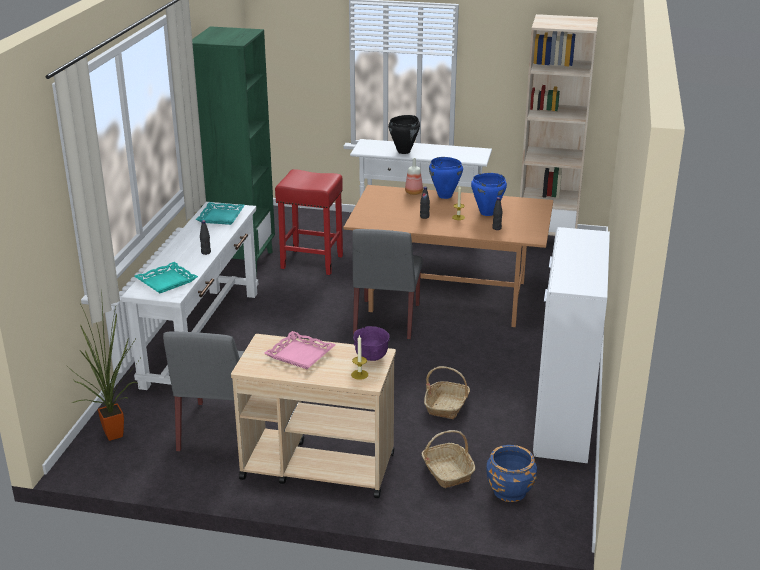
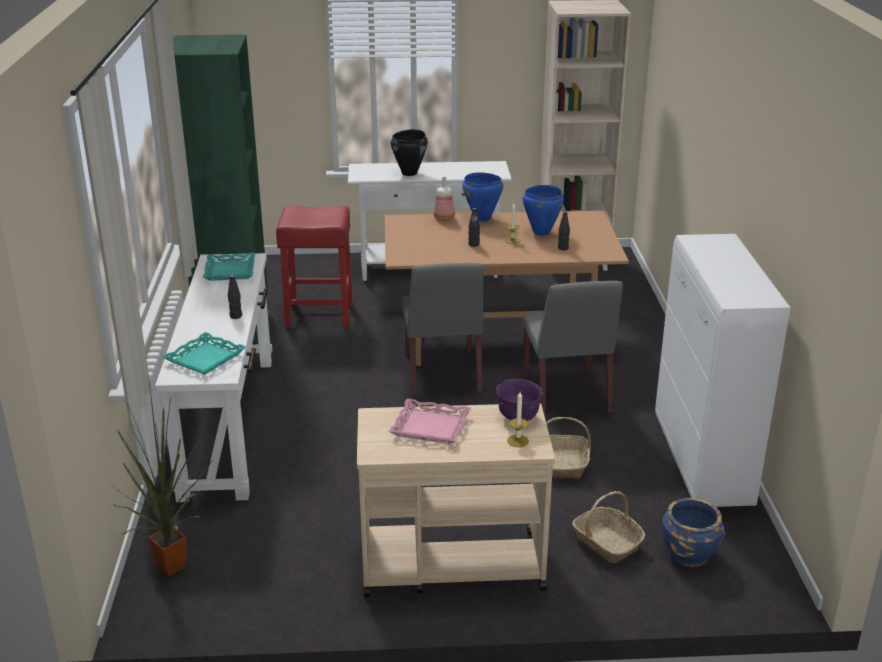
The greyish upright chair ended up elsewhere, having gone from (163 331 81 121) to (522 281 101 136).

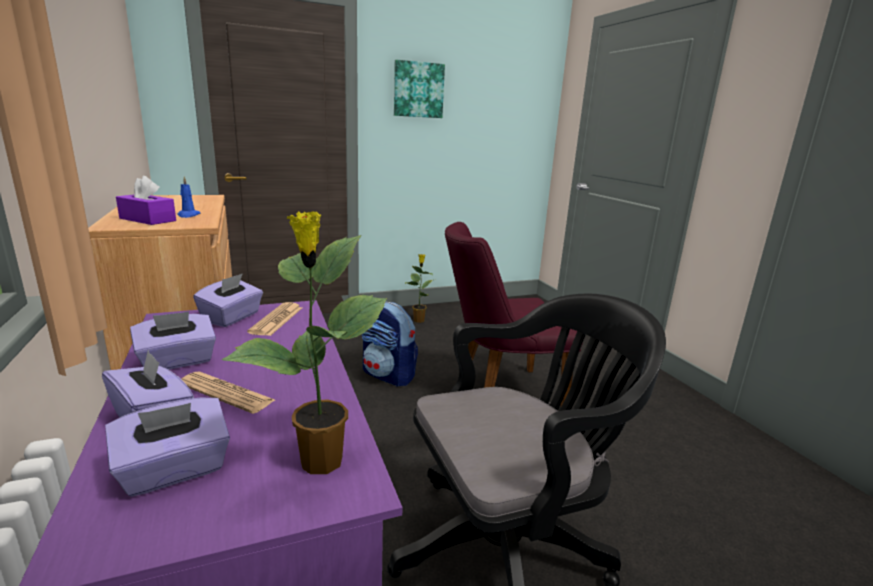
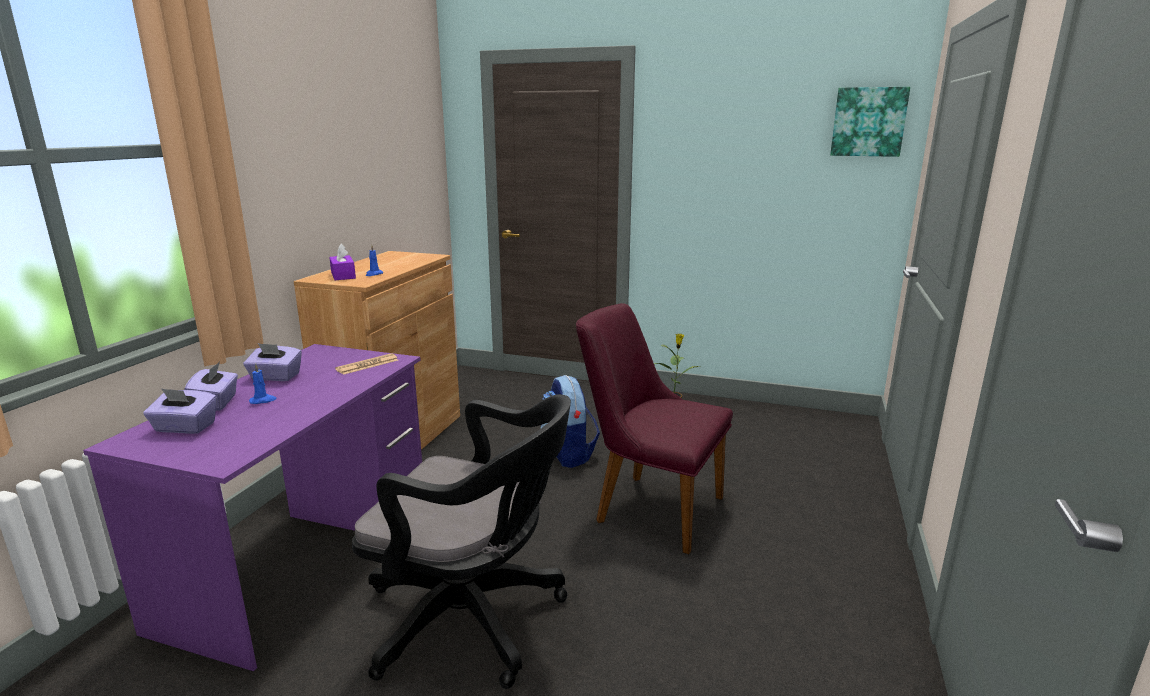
Where the newspaper stood at (181 372 94 42), the blue-coloured wax light came to stand at (249 363 28 41). The picture ended up elsewhere, having gone from (394 60 51 58) to (830 87 80 70). The second view lost the purplish tissue holder at (193 273 70 54). The second view lost the potted plant at (222 211 165 263).

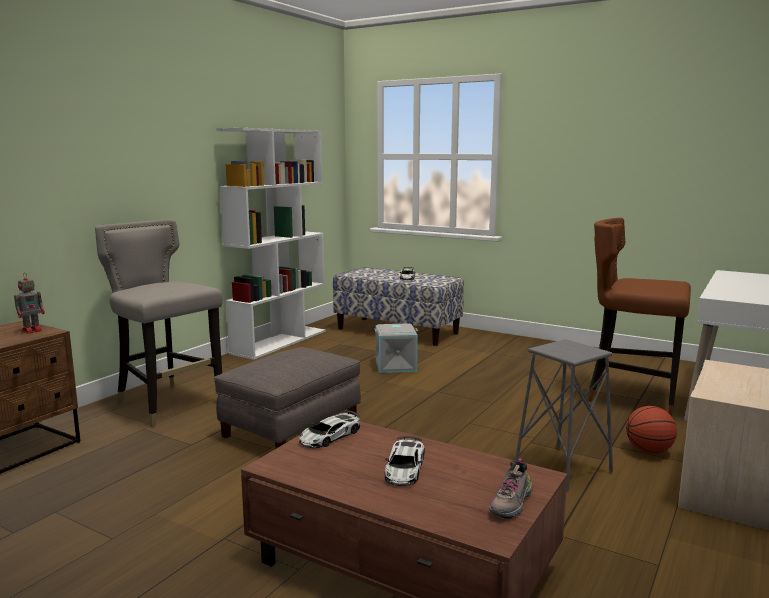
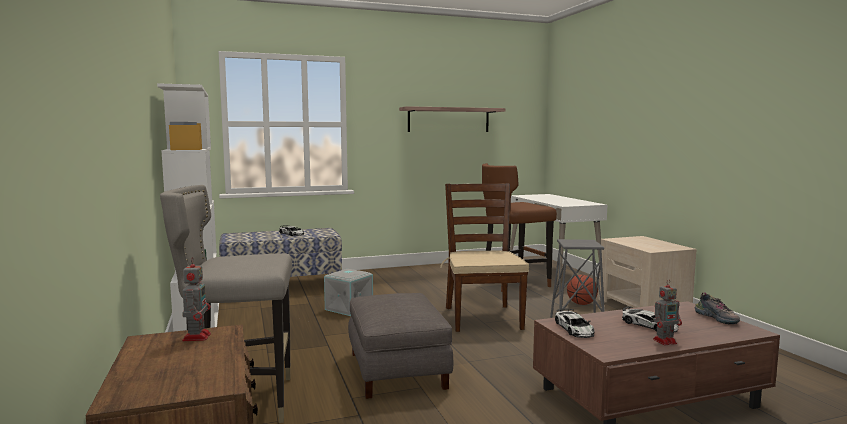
The second view gained the wall shelf at (399 106 107 26). The second view gained the brownish upright chair at (440 183 89 149). The second view gained the model robot at (653 279 29 66).

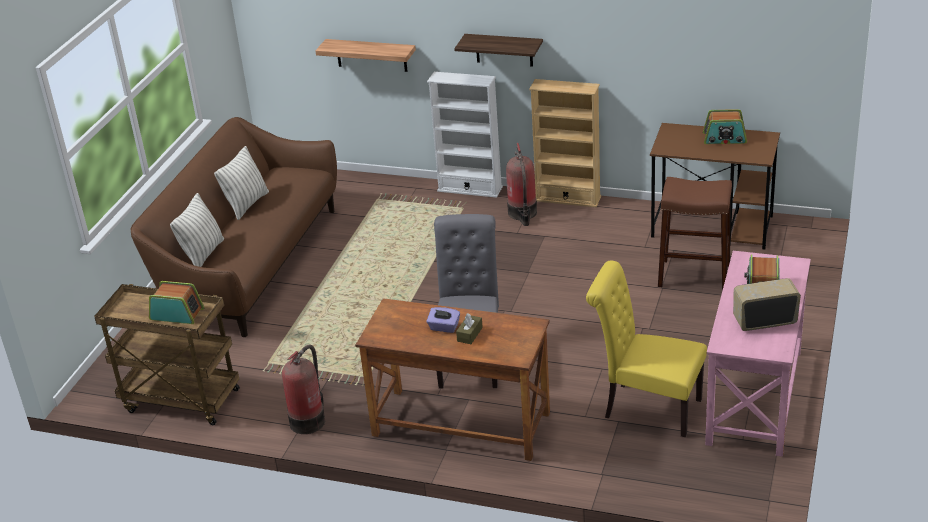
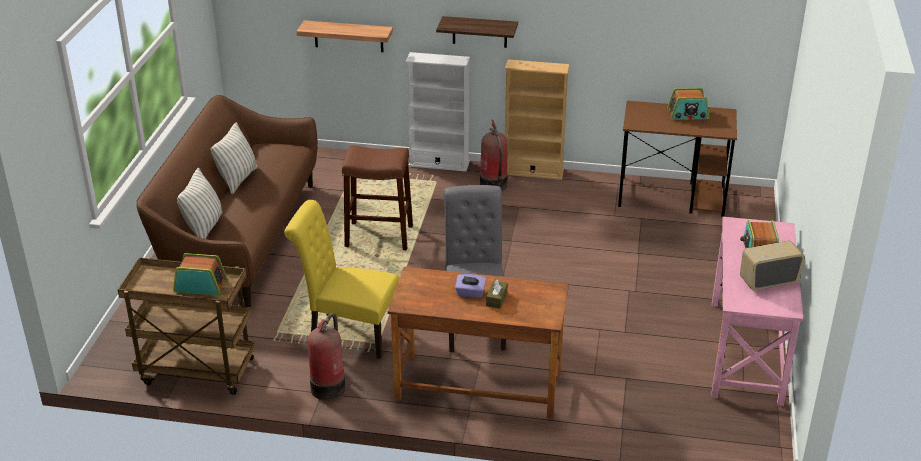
The yellow upright chair ended up elsewhere, having gone from (586 261 121 176) to (284 200 116 159). The brownish sitting stool ended up elsewhere, having gone from (658 177 74 114) to (342 145 71 105).

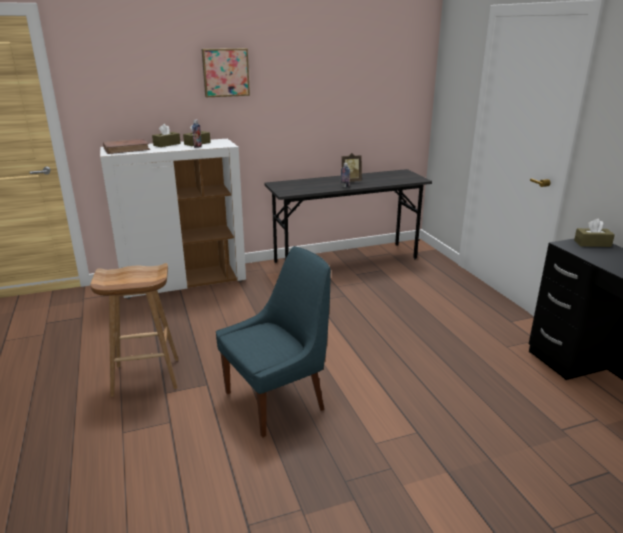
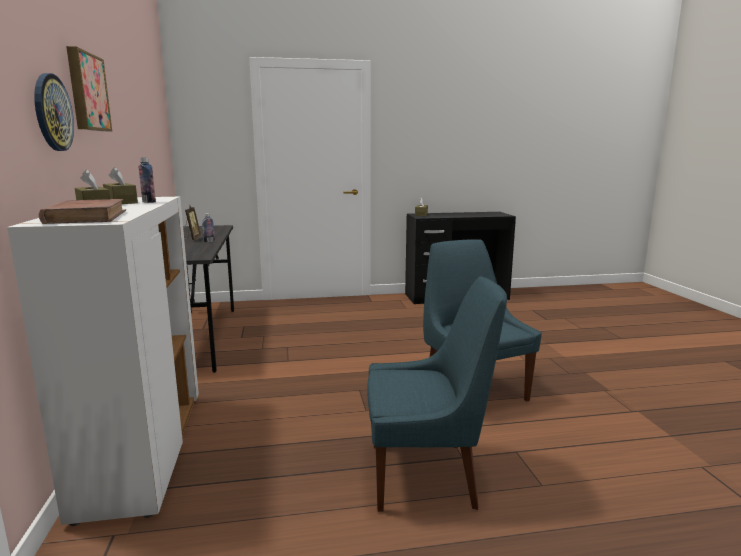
The second view gained the clock on the wall at (34 73 40 78). Where the brownish sitting stool stood at (90 263 89 134), the blue-coloured upright chair came to stand at (367 276 140 236).

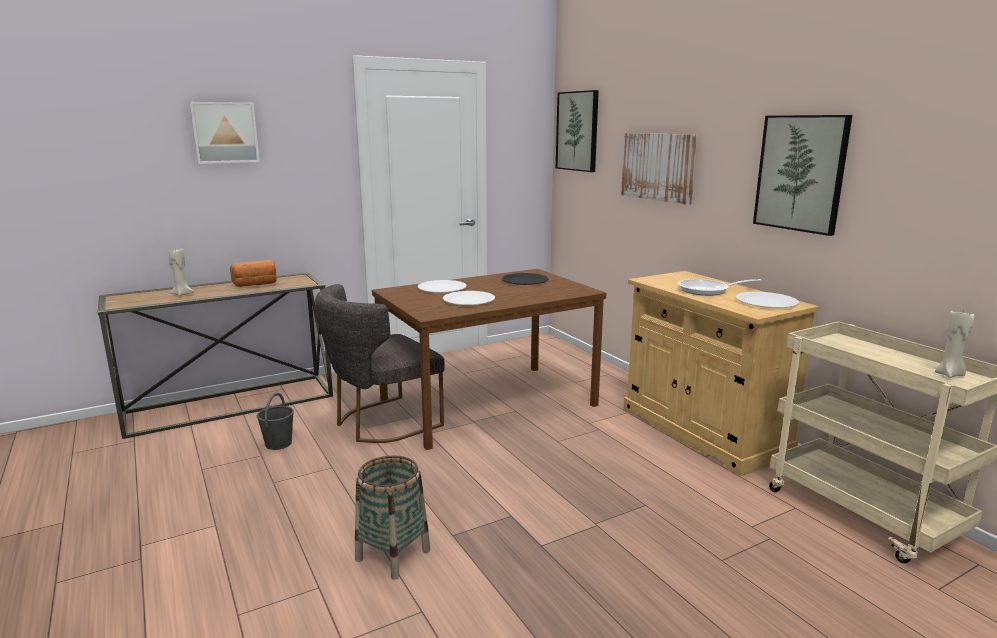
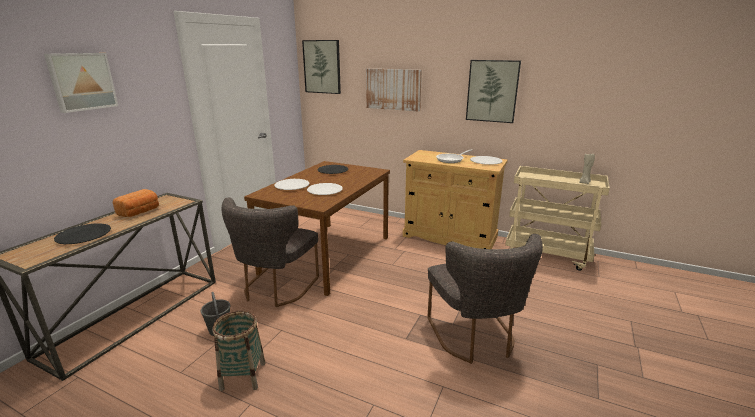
Where the beige wax light stood at (169 248 25 48), the black dinner plate came to stand at (54 223 57 21). The basket ended up elsewhere, having gone from (355 455 75 125) to (212 310 54 81). The second view gained the greyish upright chair at (427 234 116 130).

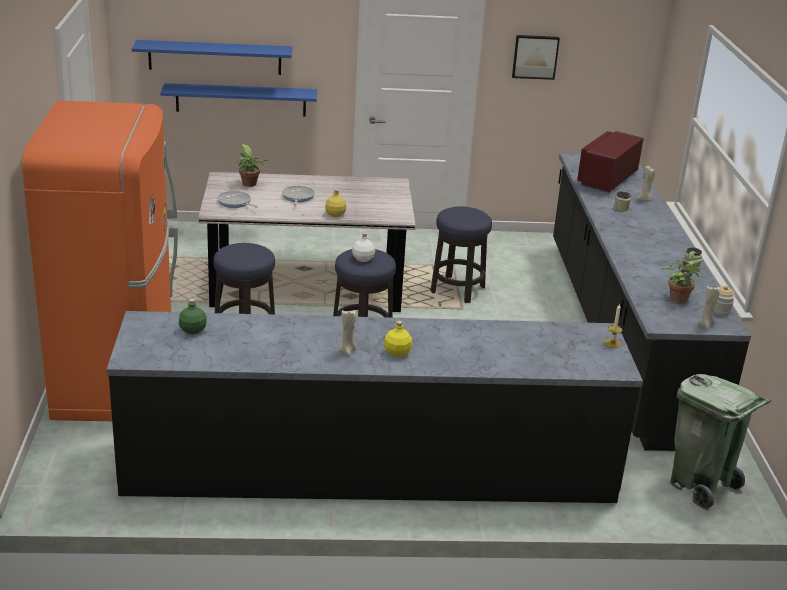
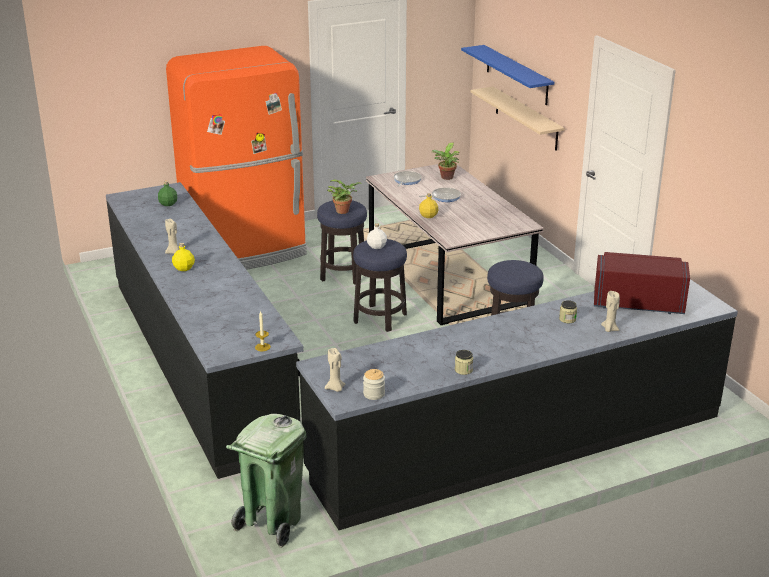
The potted plant ended up elsewhere, having gone from (661 251 42 52) to (327 179 35 35). What was the blue-coloured wall shelf at (160 83 157 34) turned into the beige wall shelf at (470 87 94 64). The second view lost the picture at (512 35 48 45).

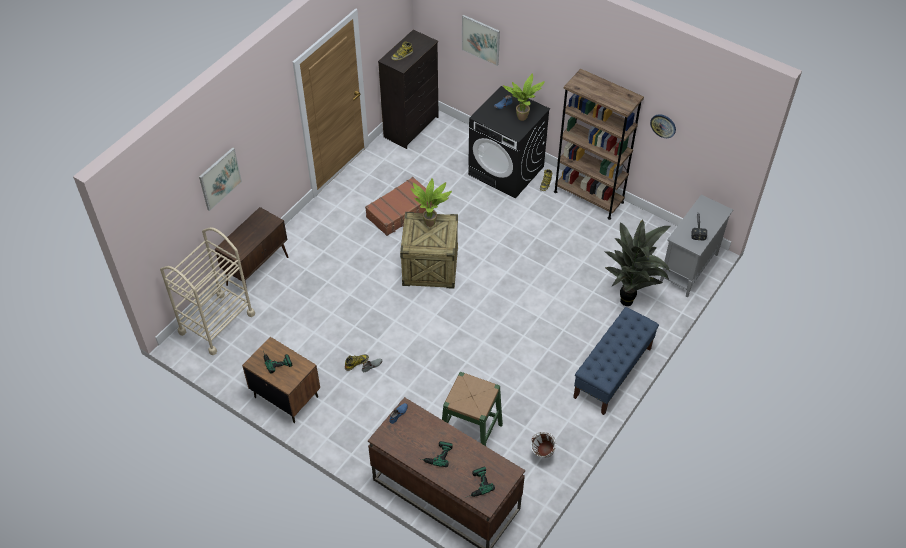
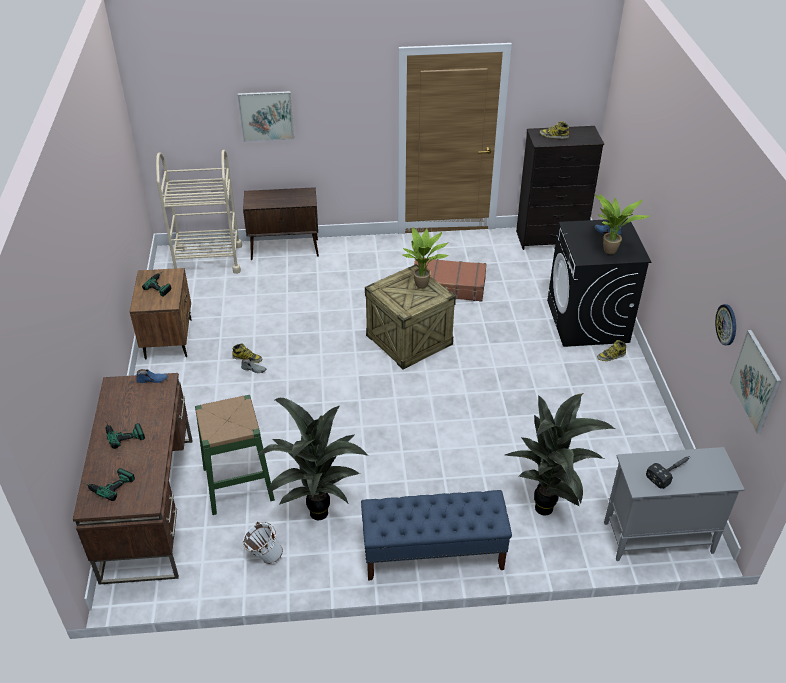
The second view gained the potted plant at (258 398 111 122). The picture ended up elsewhere, having gone from (462 15 38 51) to (729 330 52 104). The second view lost the brownish bookcase at (554 69 90 151).

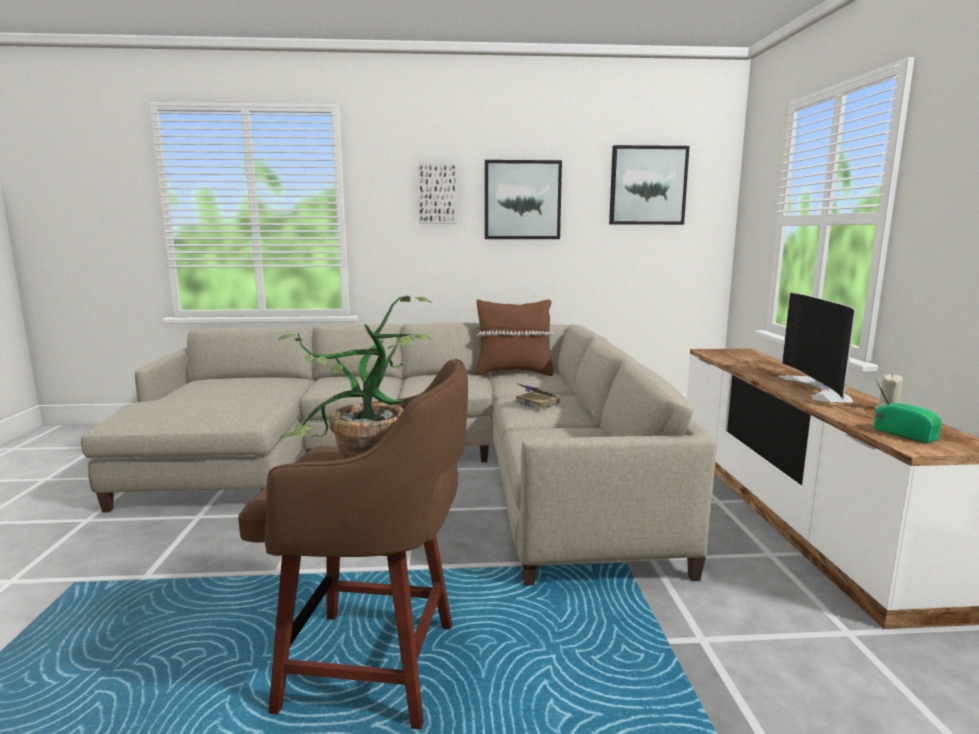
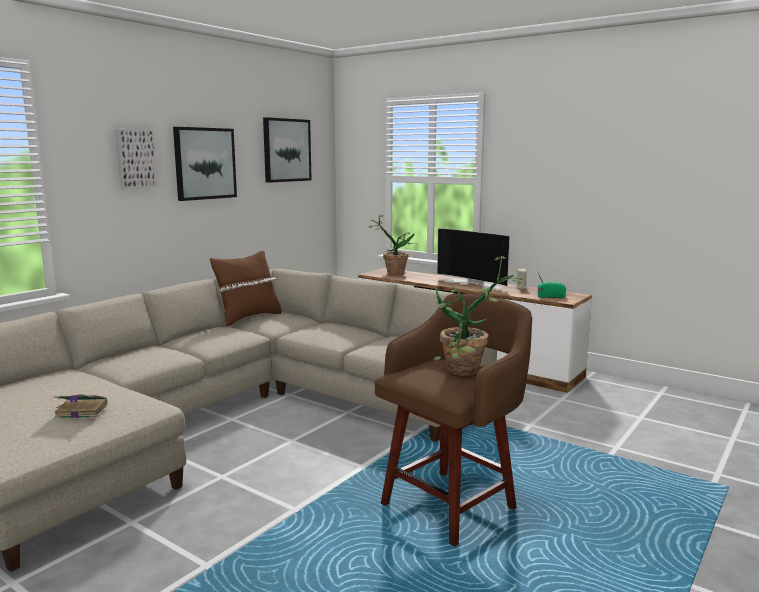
The book ended up elsewhere, having gone from (515 383 45 26) to (53 394 54 24). The second view gained the potted plant at (368 214 49 61).

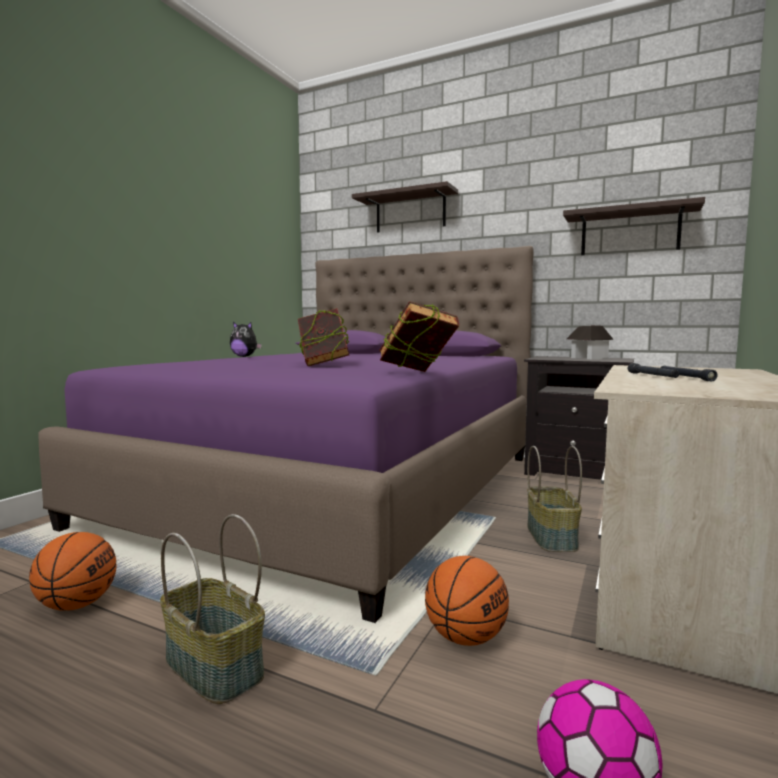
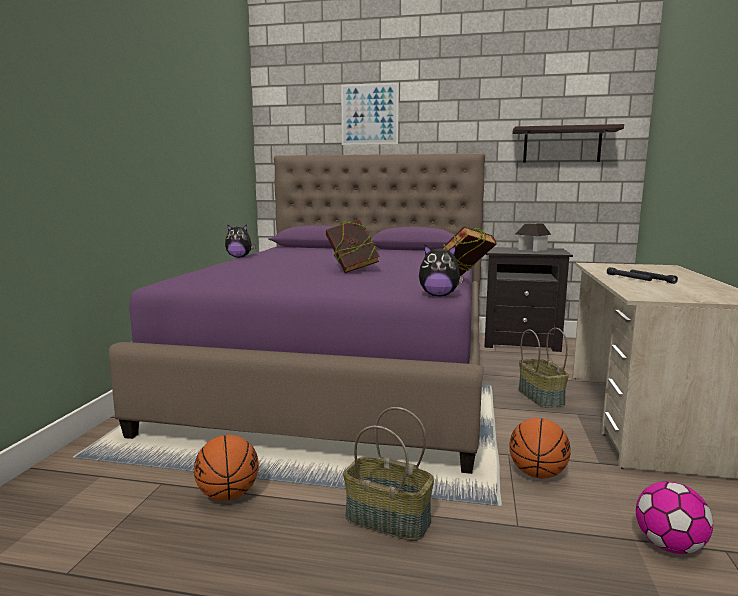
Where the wall shelf hung at (352 181 106 52), the picture came to hang at (341 83 58 62). The second view gained the plush toy at (419 245 45 51).

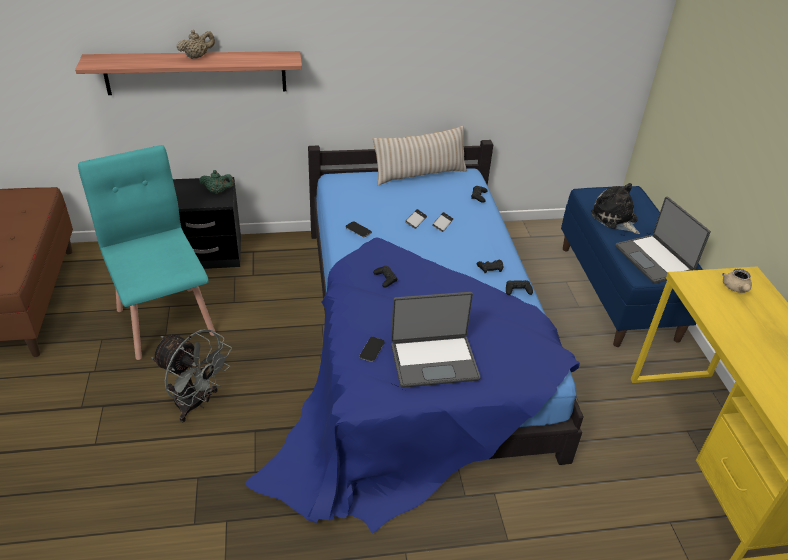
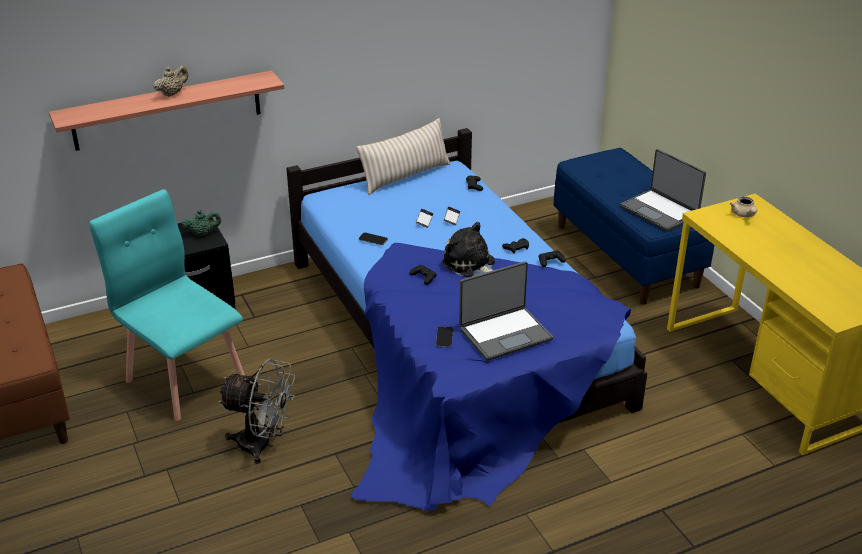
The plush toy ended up elsewhere, having gone from (591 183 49 51) to (442 222 53 55).

